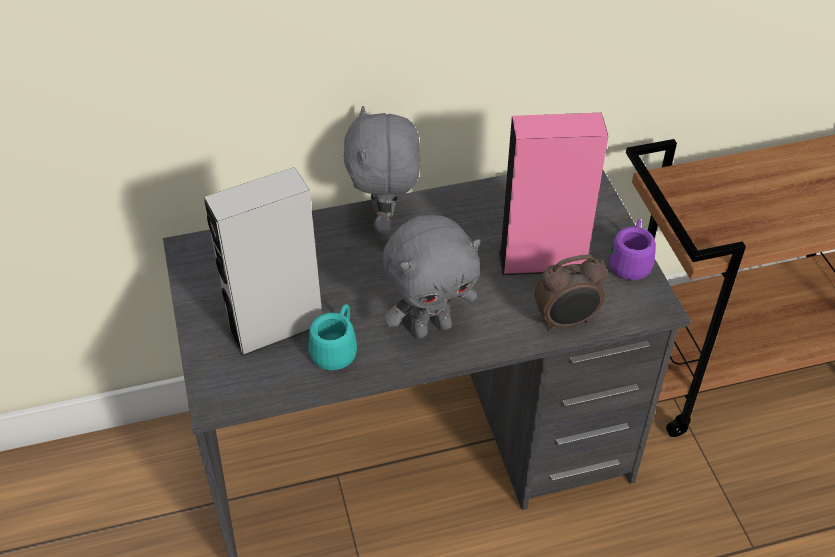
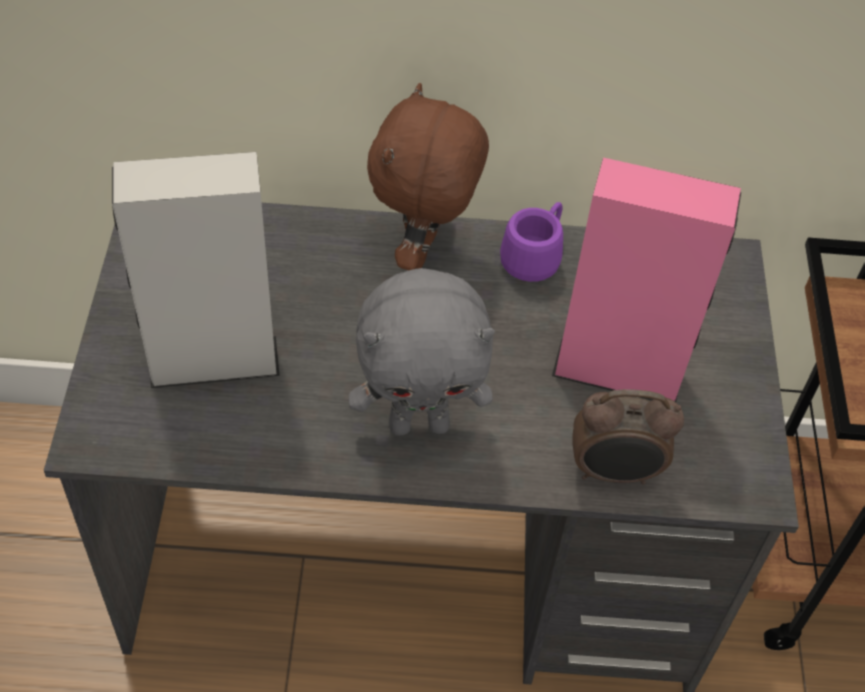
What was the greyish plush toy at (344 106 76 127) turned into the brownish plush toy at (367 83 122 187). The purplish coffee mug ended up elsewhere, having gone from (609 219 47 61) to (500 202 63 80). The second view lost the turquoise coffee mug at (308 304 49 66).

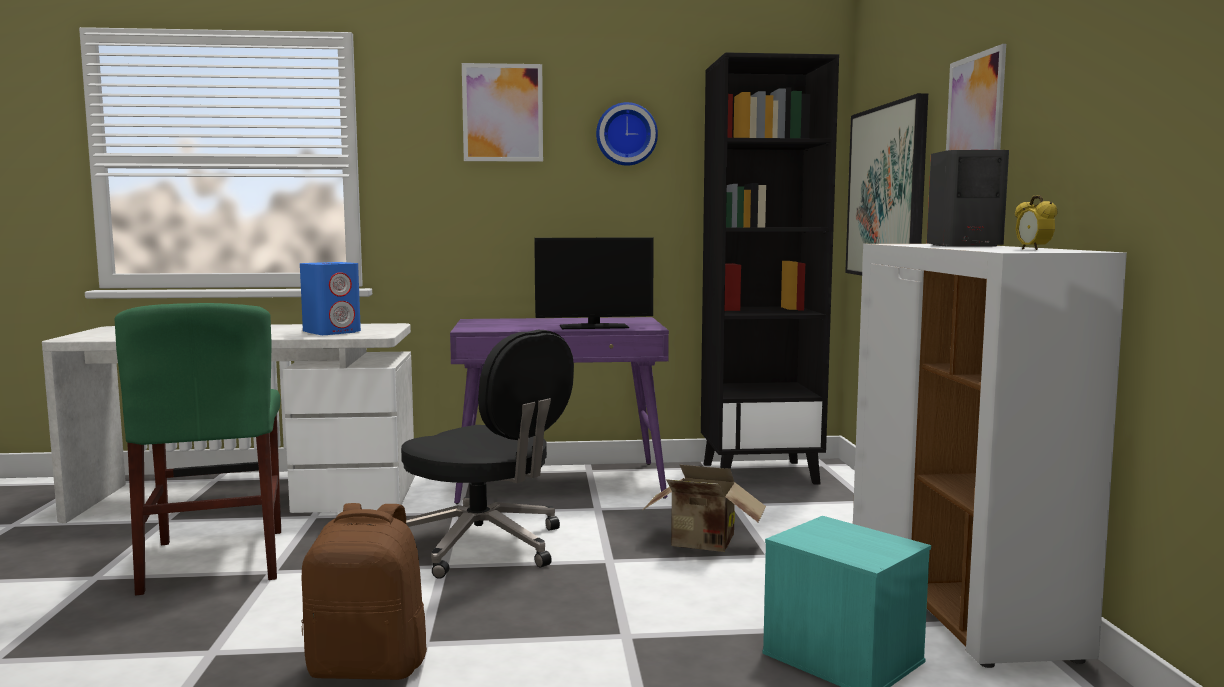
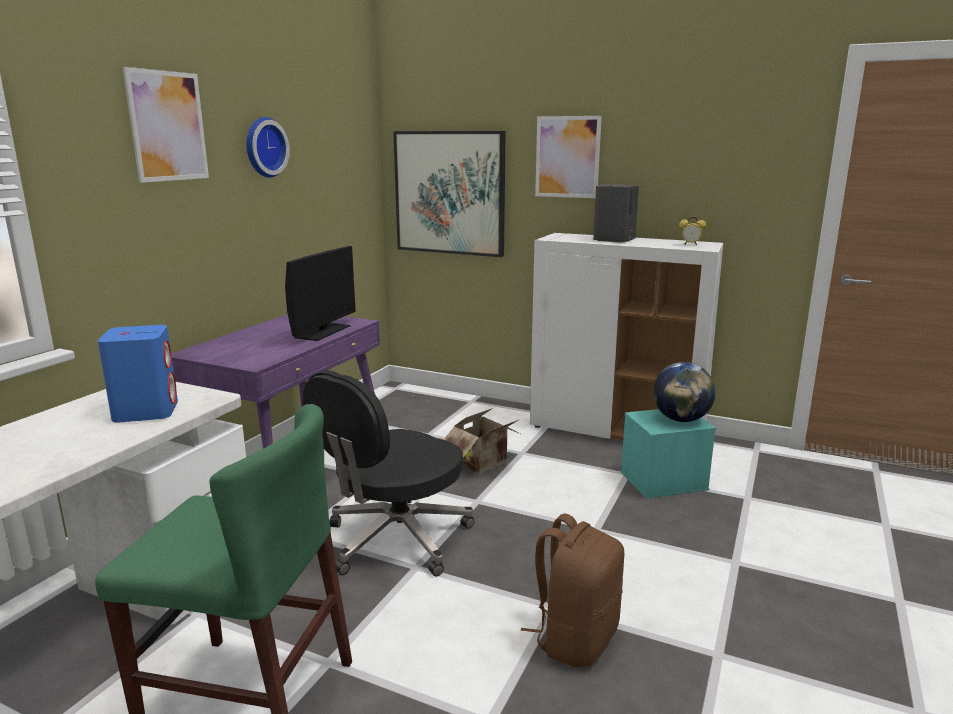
The black computer chair at (401 330 173 249) ended up facing another way, 150 degrees clockwise from before. The second view gained the globe at (653 362 62 60). The second view lost the black bookcase at (701 52 138 433).

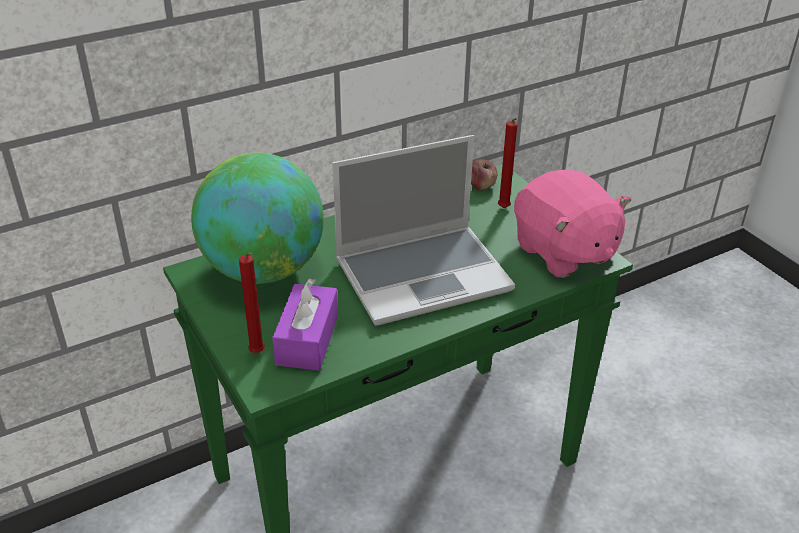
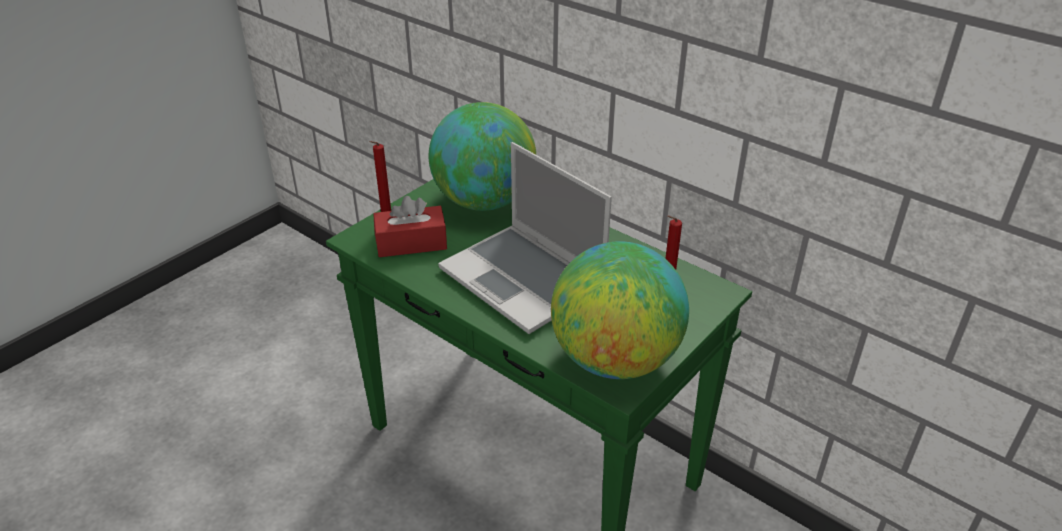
What was the purplish tissue holder at (272 278 66 93) turned into the red tissue holder at (374 196 73 61). Where the pink-coloured plush toy stood at (514 170 117 108), the globe came to stand at (551 241 138 138). The second view lost the whole apple at (471 159 26 31).

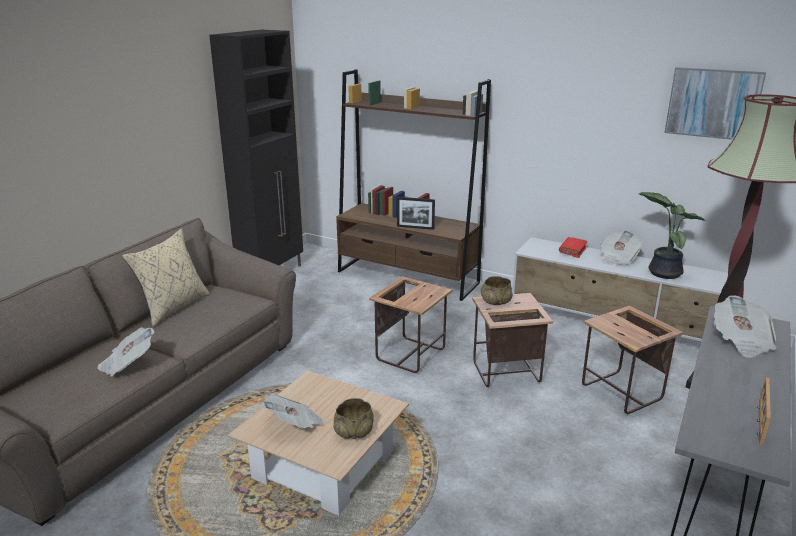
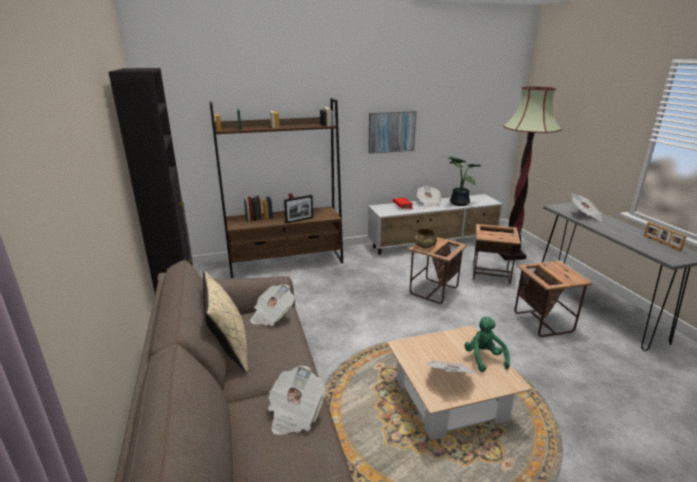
The second view gained the newspaper at (250 284 44 42). The picture ended up elsewhere, having gone from (664 67 102 73) to (368 111 48 43). Where the beige serving bowl stood at (334 398 40 41), the green plush toy came to stand at (464 316 46 56). The side table ended up elsewhere, having gone from (369 276 83 97) to (514 261 79 76).

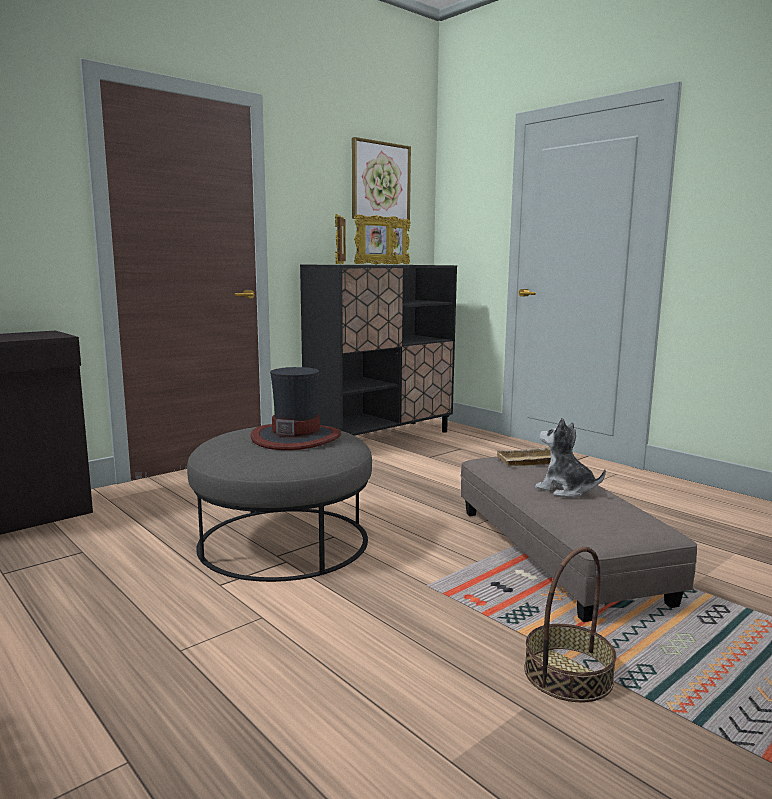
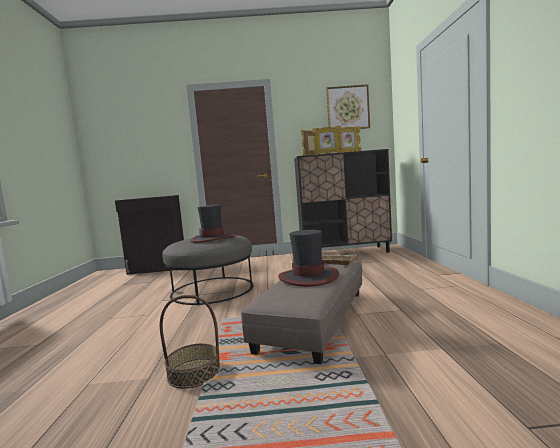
Where the plush toy stood at (535 418 71 80), the wearable hat came to stand at (278 230 61 57).

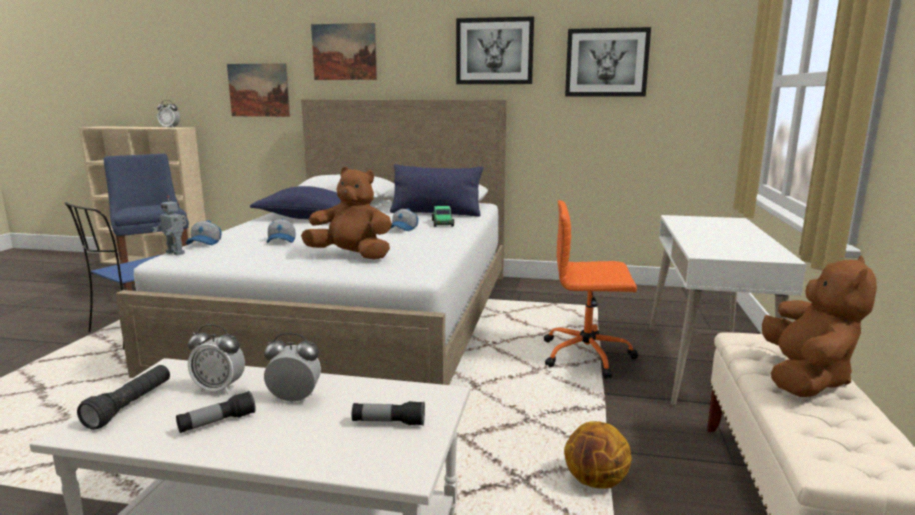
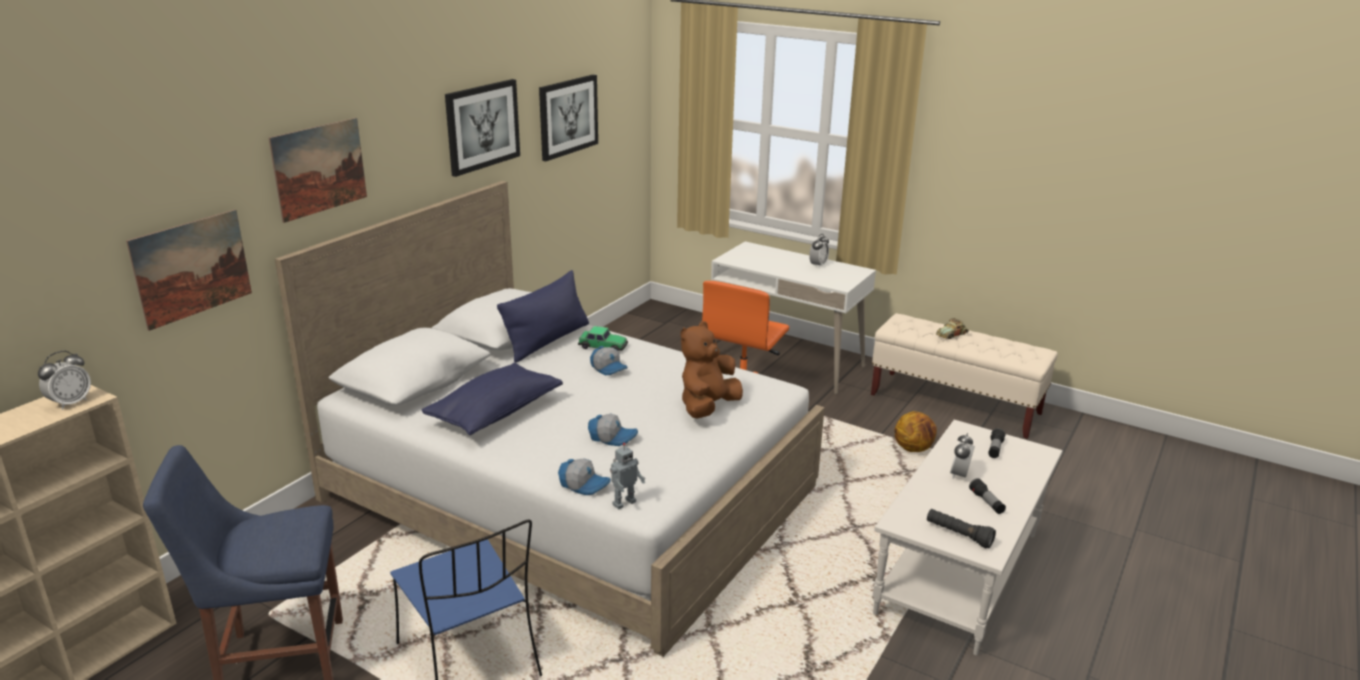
The bedside clock ended up elsewhere, having gone from (188 324 57 70) to (809 234 20 34). Where the brownish plush toy stood at (762 256 115 141), the miniature car came to stand at (936 318 33 21).

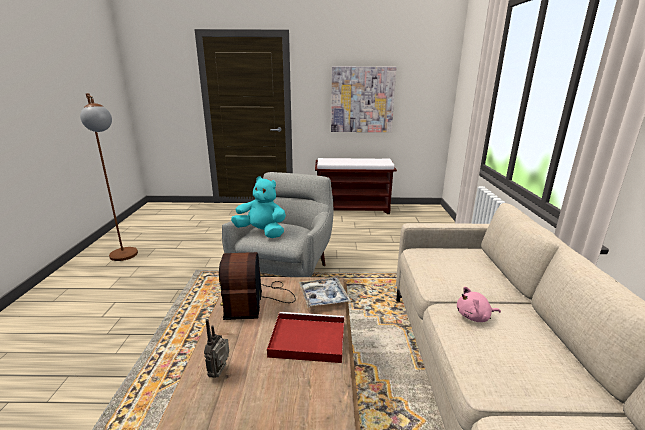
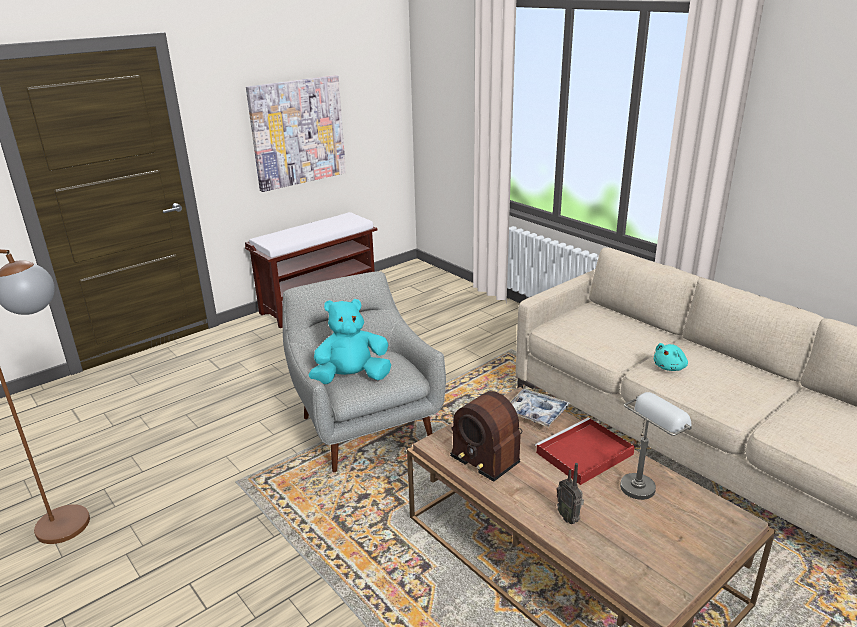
The second view gained the greyish table lamp at (620 392 72 108). What was the pink-coloured plush toy at (457 287 44 35) turned into the turquoise plush toy at (653 343 35 28).

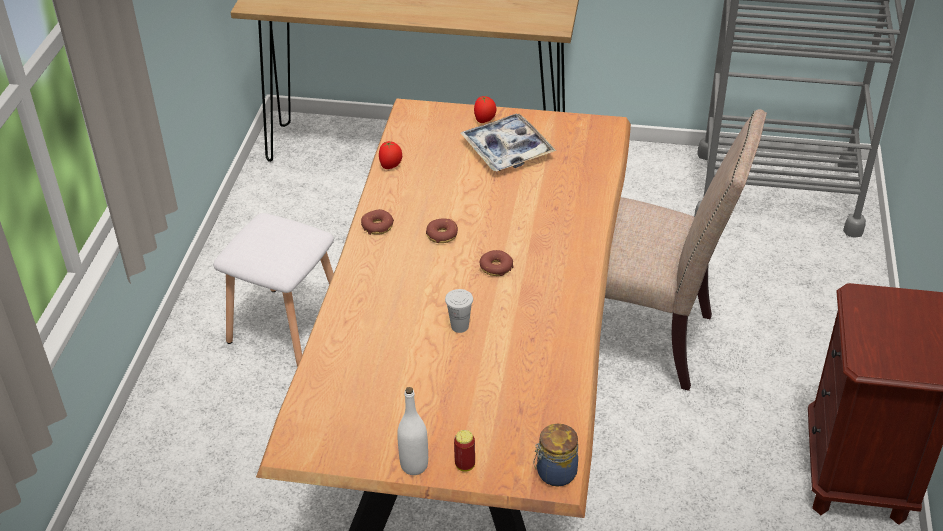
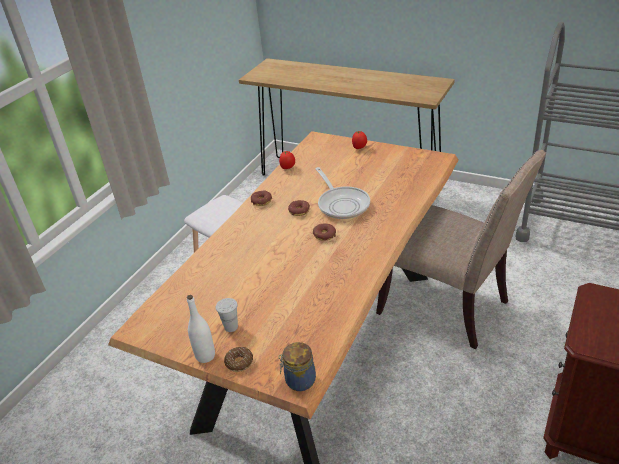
The white cup ended up elsewhere, having gone from (445 289 28 44) to (216 298 22 34). Where the metal can stood at (454 430 21 42), the donut came to stand at (224 347 29 25). The second view gained the frying pan at (315 167 55 52). The second view lost the carrying tray at (460 114 96 57).

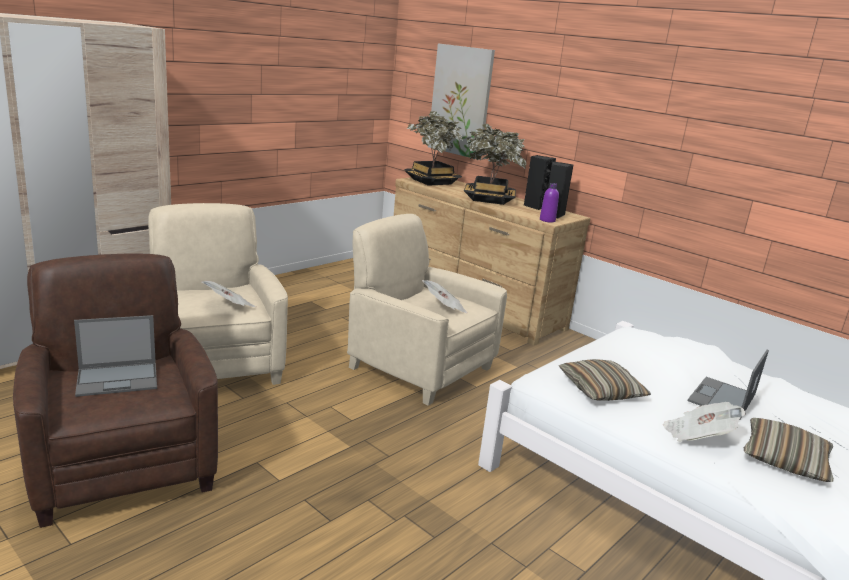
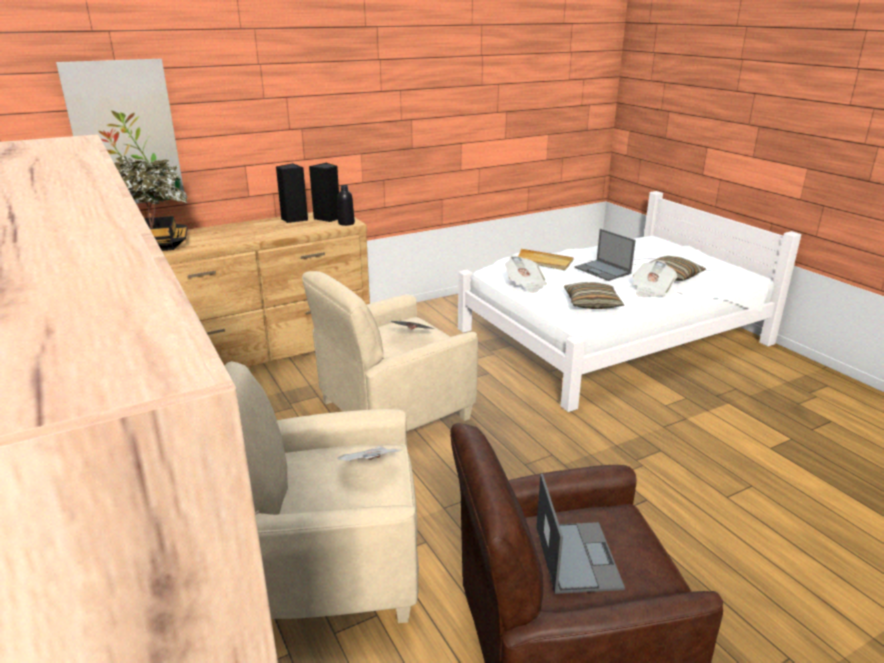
What was the purplish beverage bottle at (540 183 19 40) turned into the black beverage bottle at (337 185 18 41). The second view gained the newspaper at (505 256 42 37). The second view gained the beige carrying tray at (518 249 56 21). The second view lost the potted plant at (464 124 62 81).

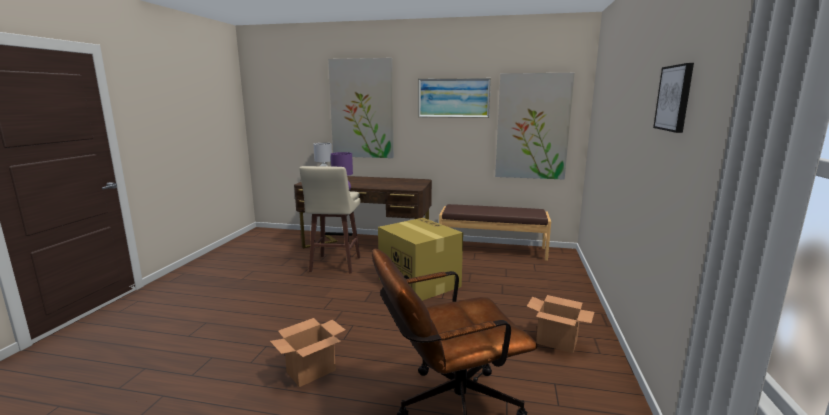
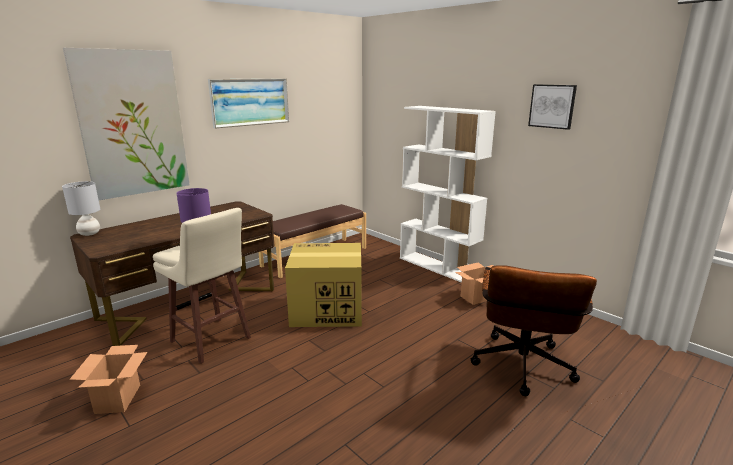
The cardboard box ended up elsewhere, having gone from (270 318 75 69) to (69 345 78 69). The second view gained the white bookcase at (400 106 96 177). The second view lost the picture at (495 73 80 107).

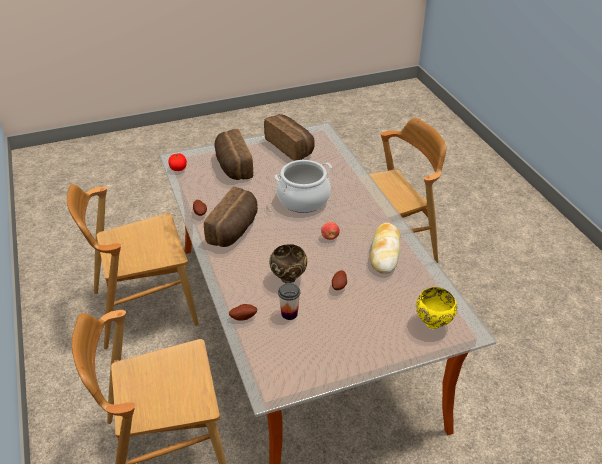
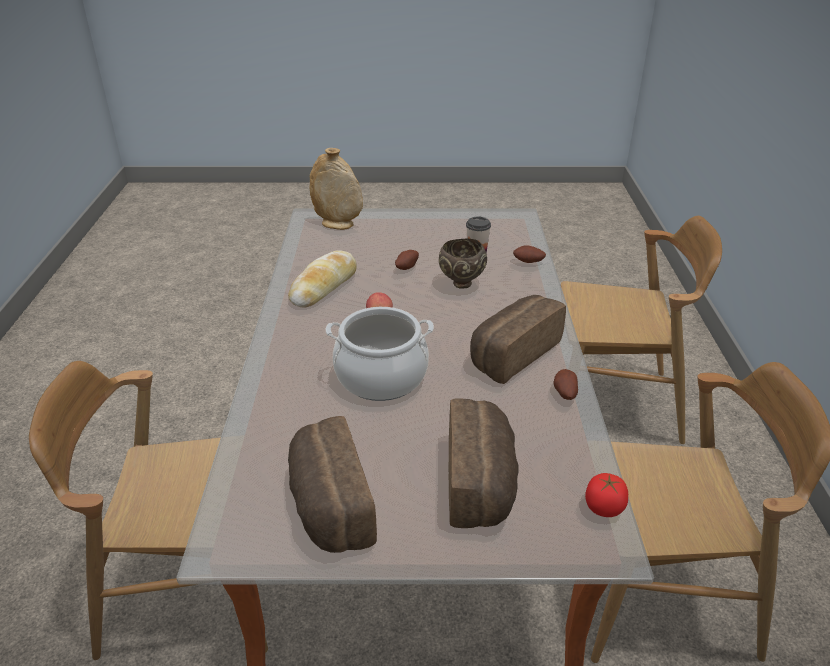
Where the yellow serving bowl stood at (416 287 41 42), the beige decorative vase came to stand at (310 148 53 82).

